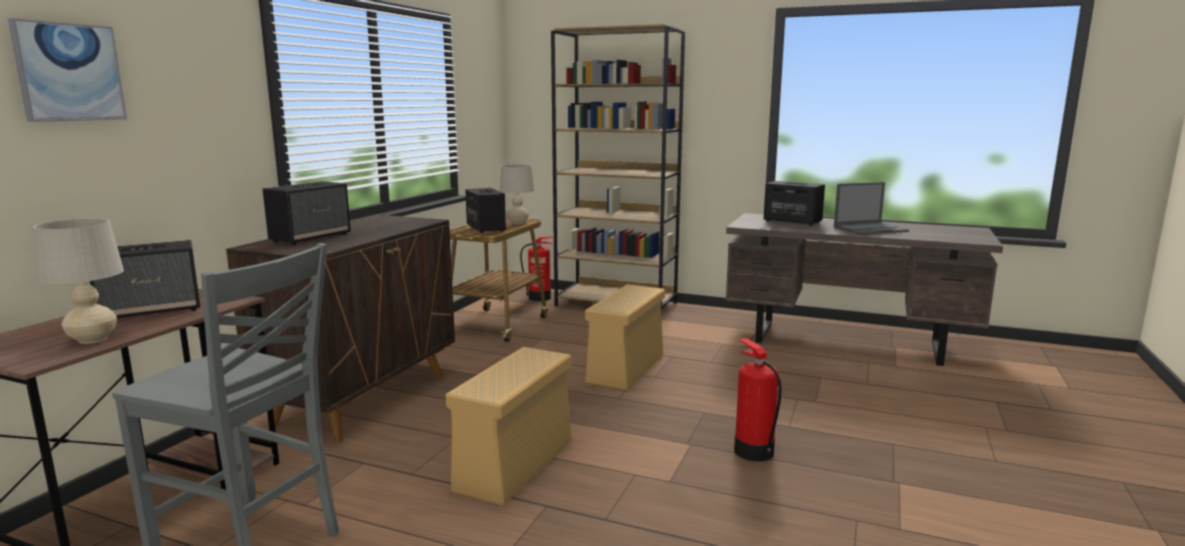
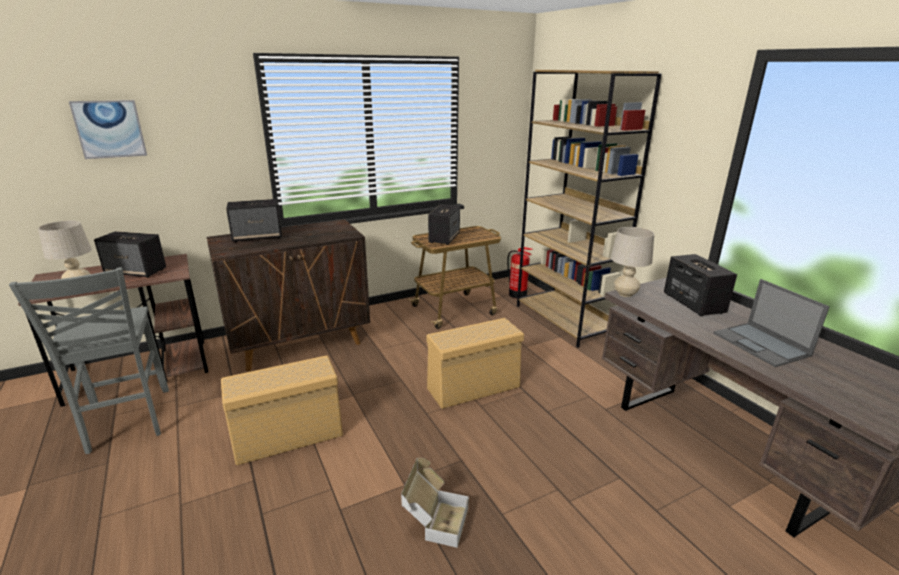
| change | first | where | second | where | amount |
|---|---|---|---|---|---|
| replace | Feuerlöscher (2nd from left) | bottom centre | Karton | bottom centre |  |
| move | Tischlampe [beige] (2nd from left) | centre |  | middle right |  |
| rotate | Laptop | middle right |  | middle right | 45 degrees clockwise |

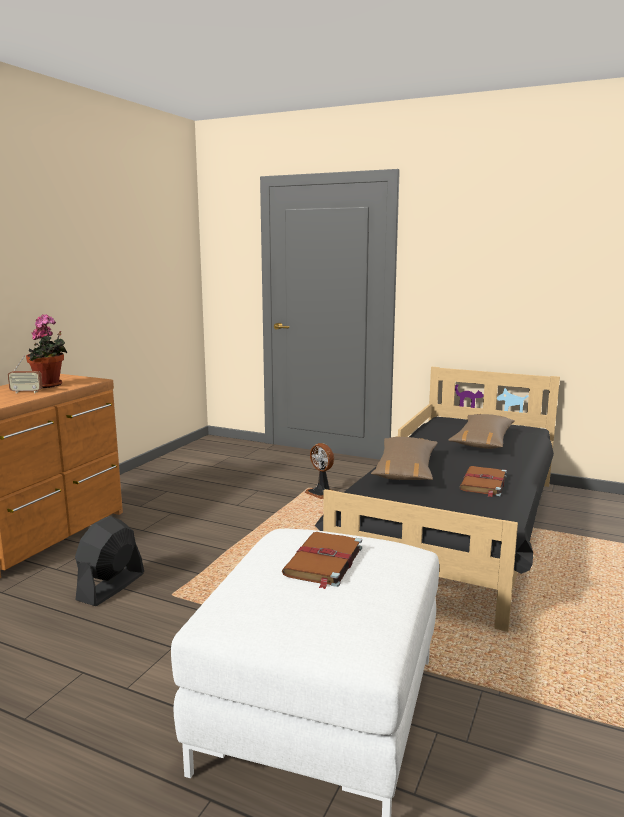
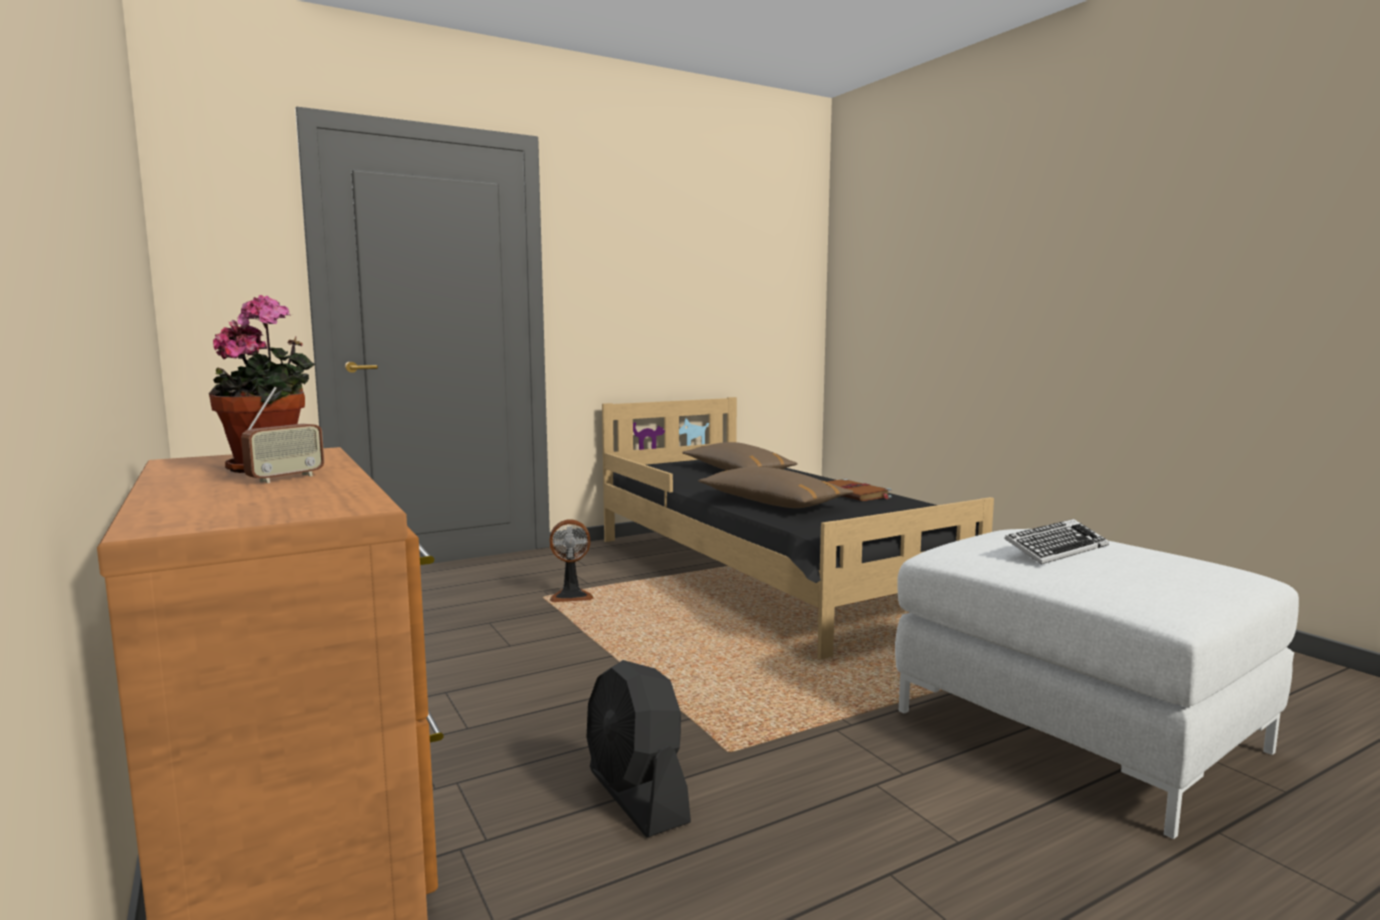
| change | first | where | second | where | amount |
|---|---|---|---|---|---|
| replace | Buch [braun] (1st from left) | bottom centre | Tastatur | middle right |  |

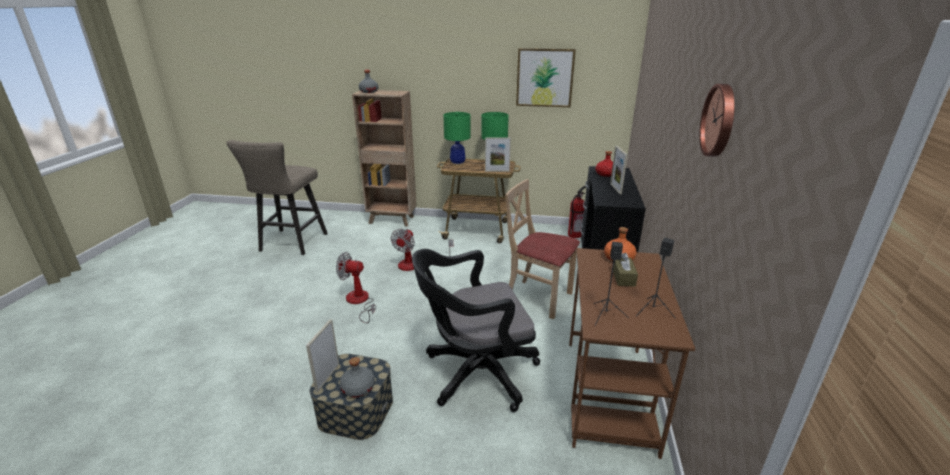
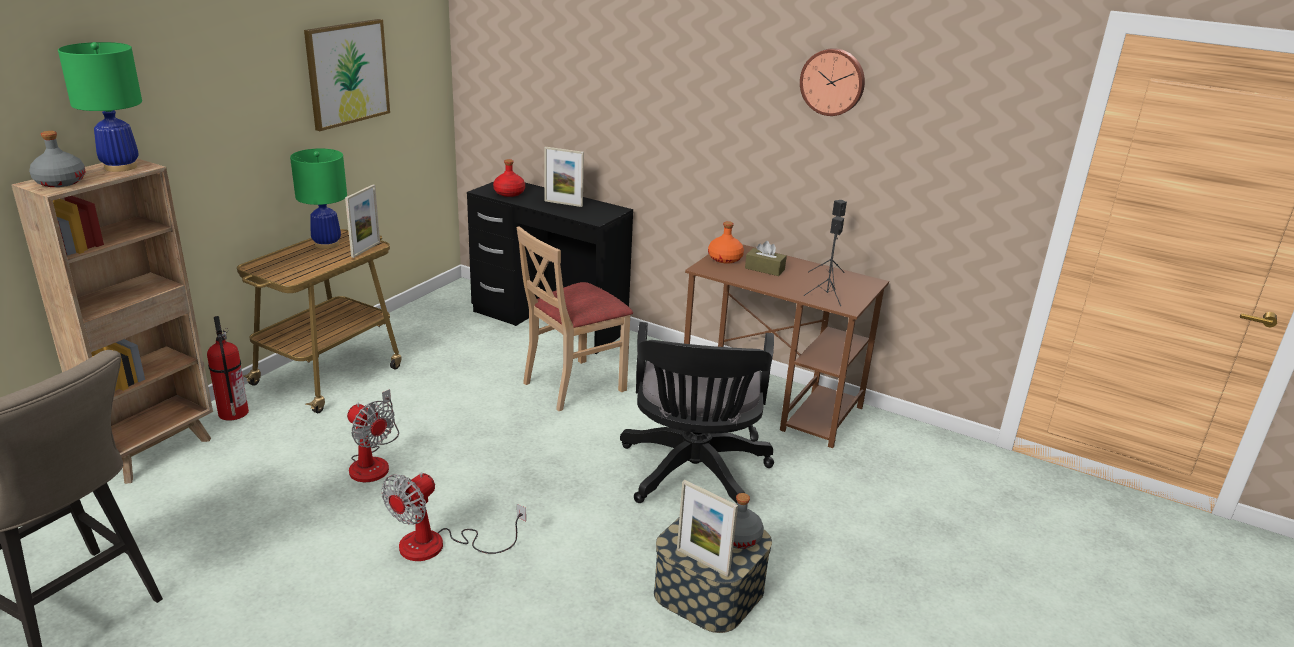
| change | first | where | second | where | amount |
|---|---|---|---|---|---|
| move | Tischlampe [grün] (1st from left) | top centre |  | top left |  |
| move | Feuerlöscher | centre |  | middle left |  |

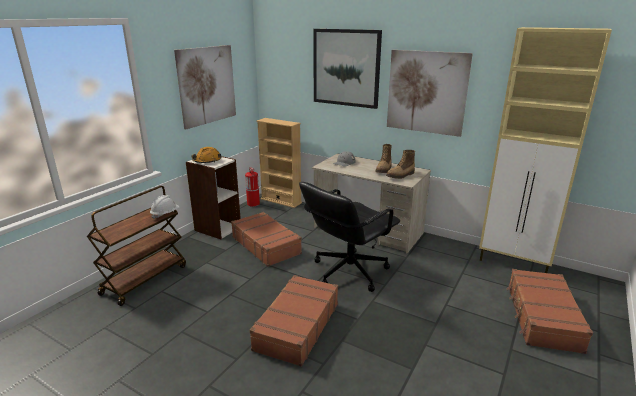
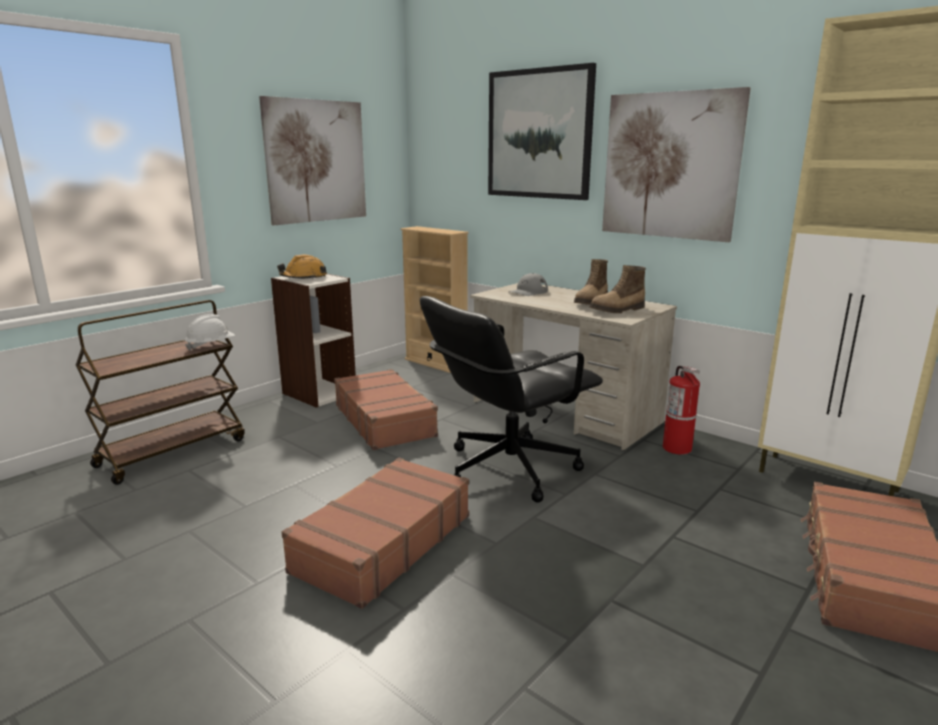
| change | first | where | second | where | amount |
|---|---|---|---|---|---|
| move | Feuerlöscher | centre |  | middle right |  |

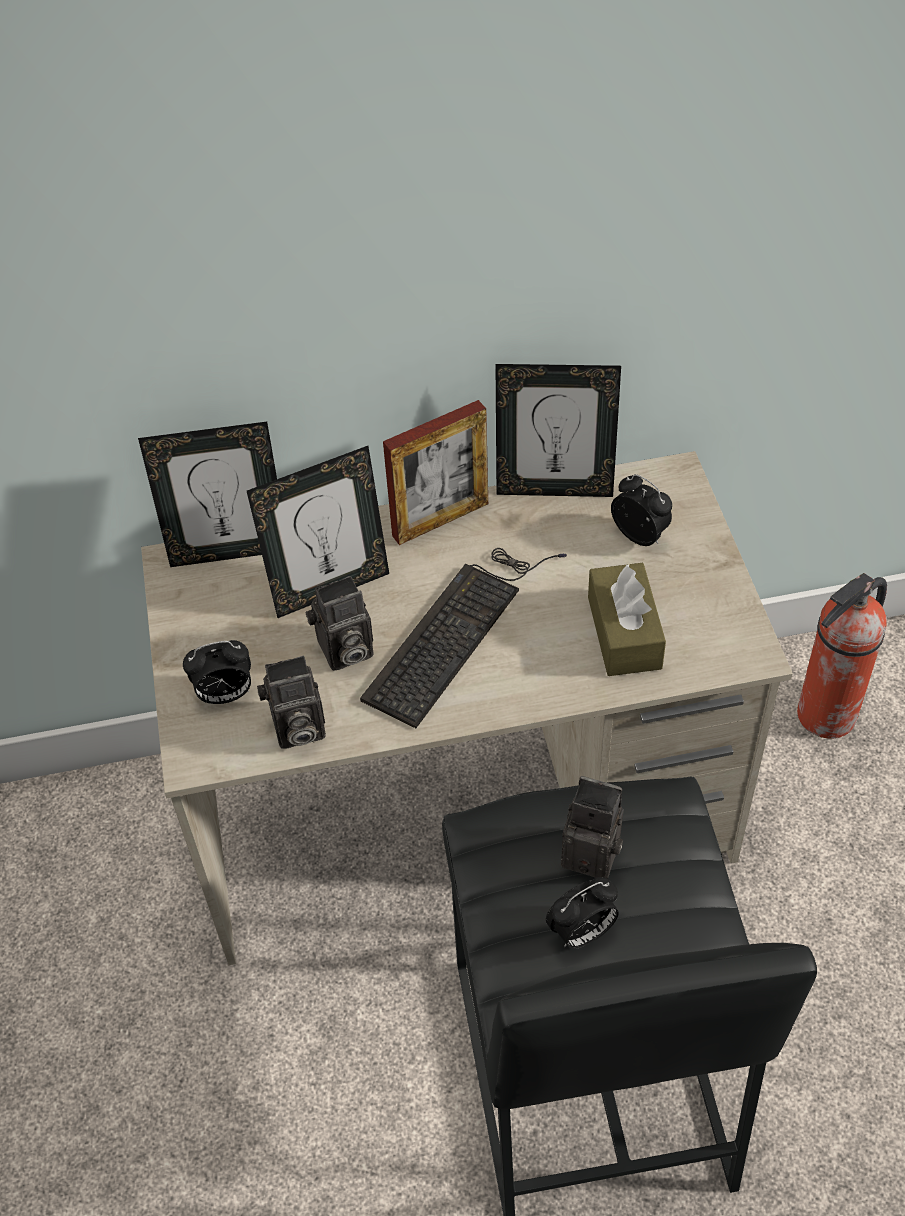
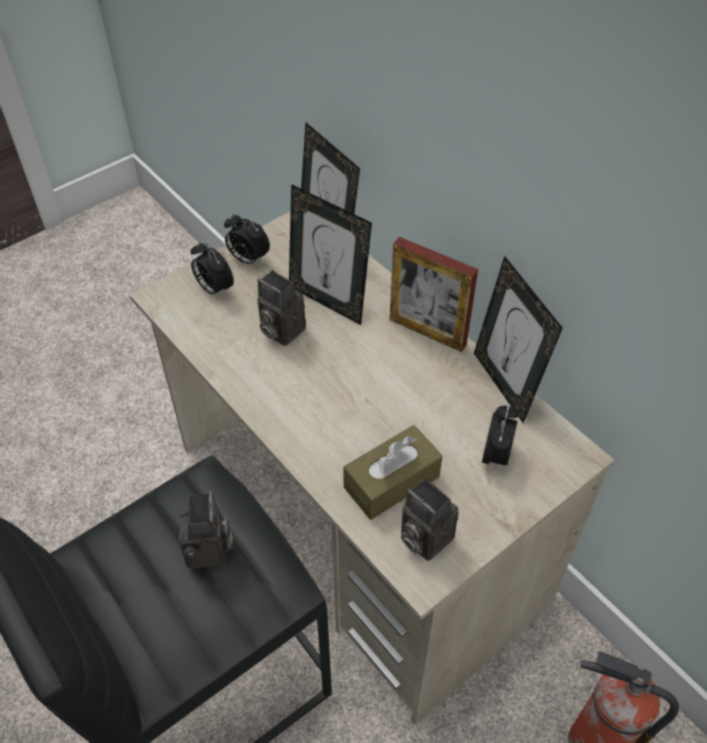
| change | first | where | second | where | amount |
|---|---|---|---|---|---|
| move | Wecker (2nd from left) | bottom centre |  | top centre |  |
| move | Kamera (1st from left in the first image) | middle left | Kamera (3rd from left) | bottom centre |  |
| delete | Tastatur | centre |  |  |  |

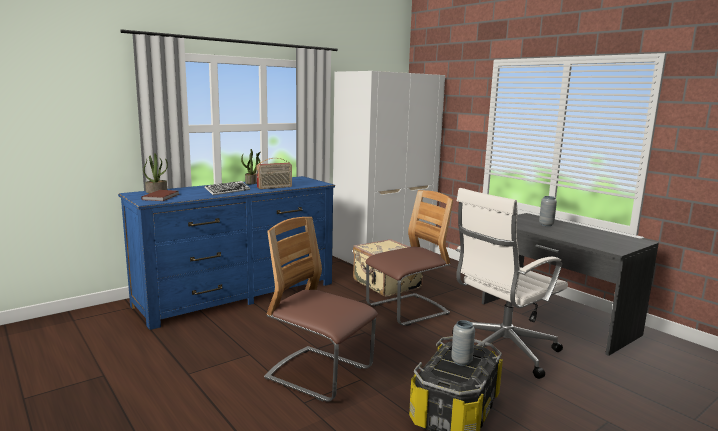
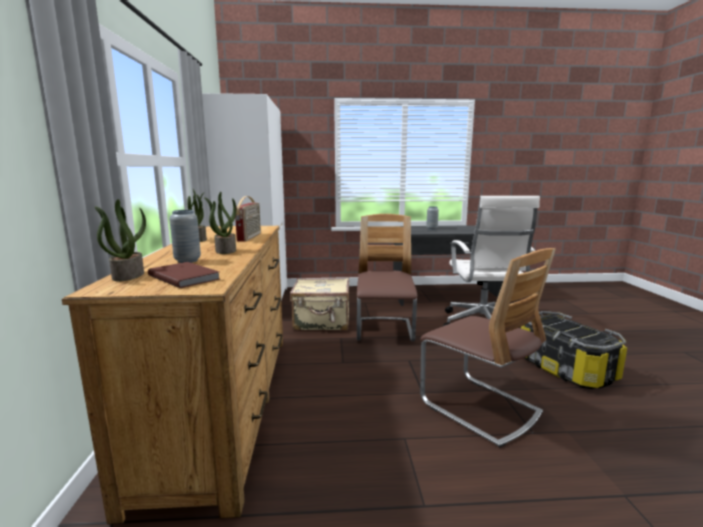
| change | first | where | second | where | amount |
|---|---|---|---|---|---|
| recolor | Kommode [blau] | middle left | Kommode [braun] | bottom left |  |
| move | Vase [grau] (1st from left) | bottom centre |  | middle left |  |
| replace | Tastatur | middle left | Topfpflanze (3rd from left) | middle left |  |
| rotate | Stuhl (1st from left in the first image) | bottom centre | Stuhl (2nd from left) | middle right | 105 degrees counterclockwise |

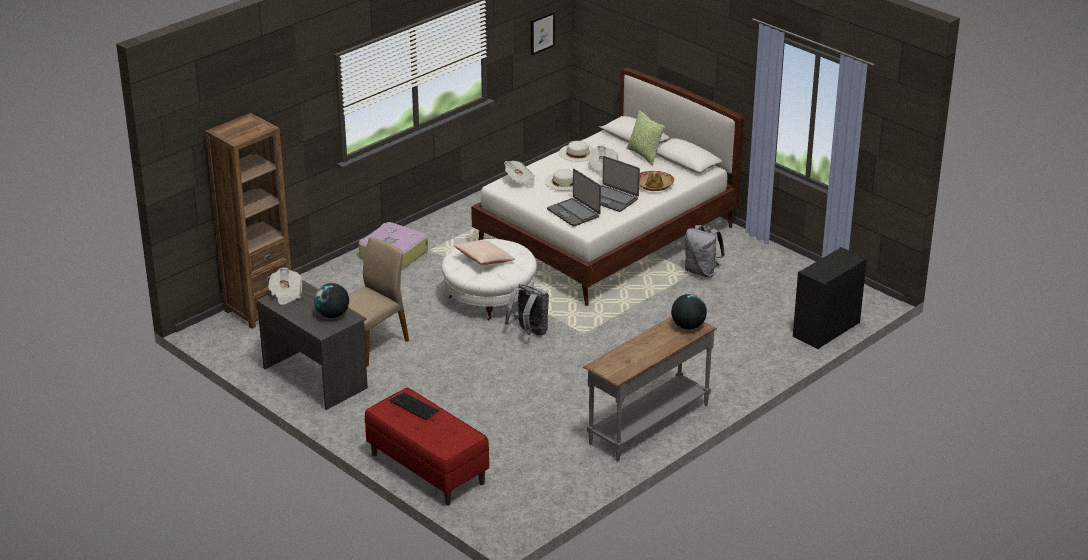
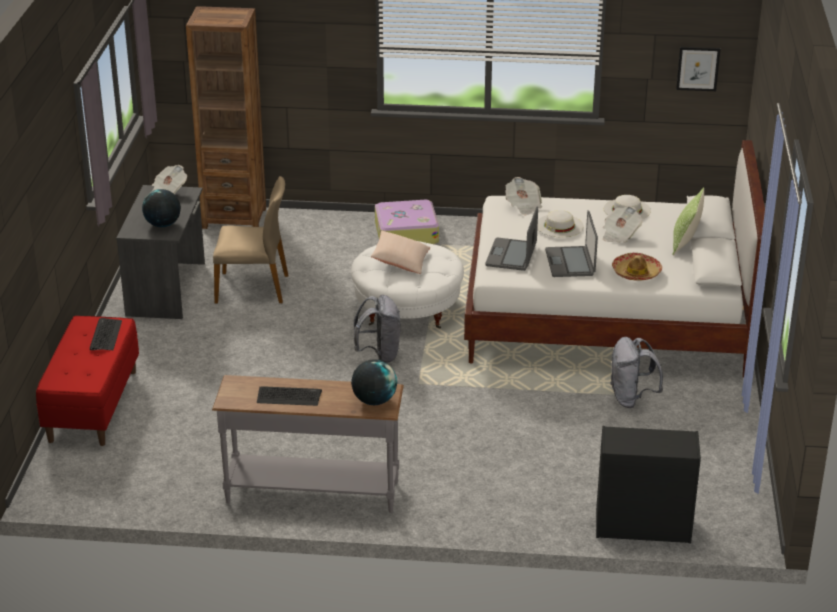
| change | first | where | second | where | amount |
|---|---|---|---|---|---|
| insert |  |  | Tastatur (2nd from left) | centre |  |

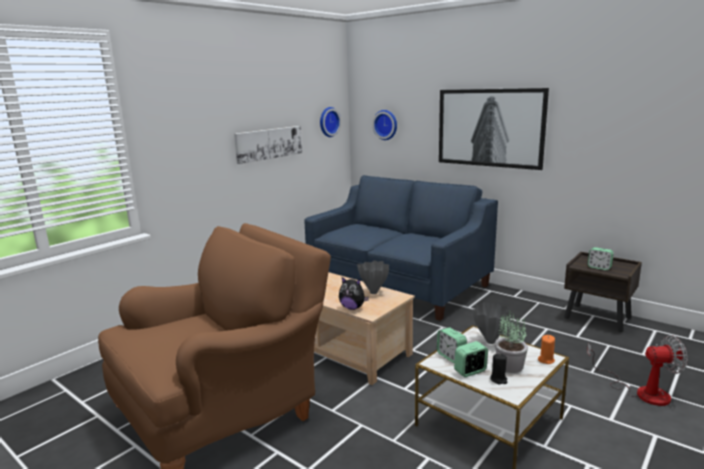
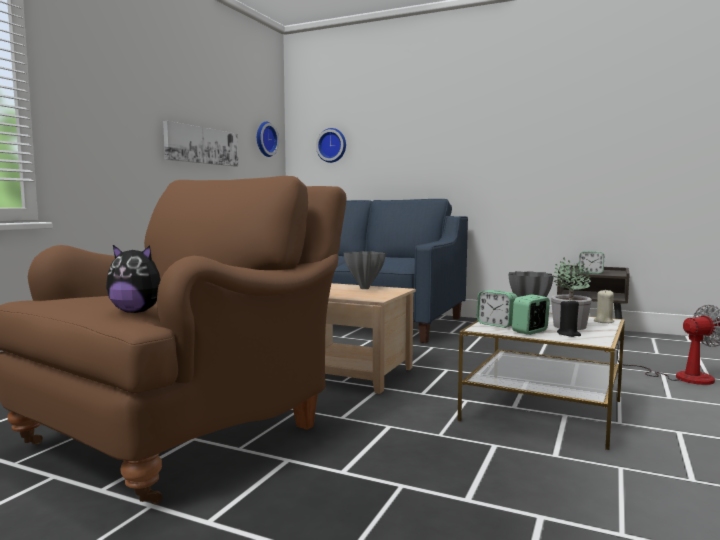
| change | first | where | second | where | amount |
|---|---|---|---|---|---|
| move | Plüschtier | centre |  | middle left |  |
| recolor | Kerze [orange] | bottom right | Kerze [beige] | middle right |  |
| delete | Bild (2nd from left) | top right |  |  |  |

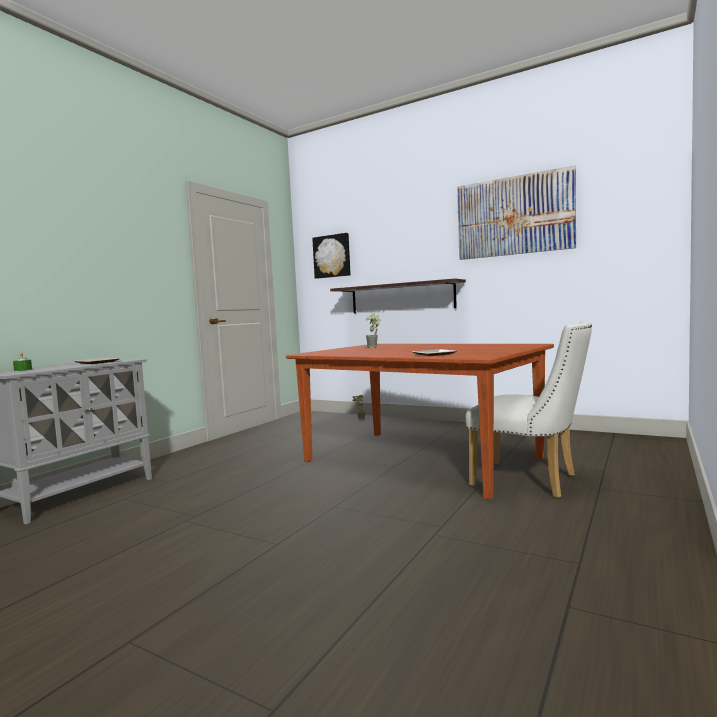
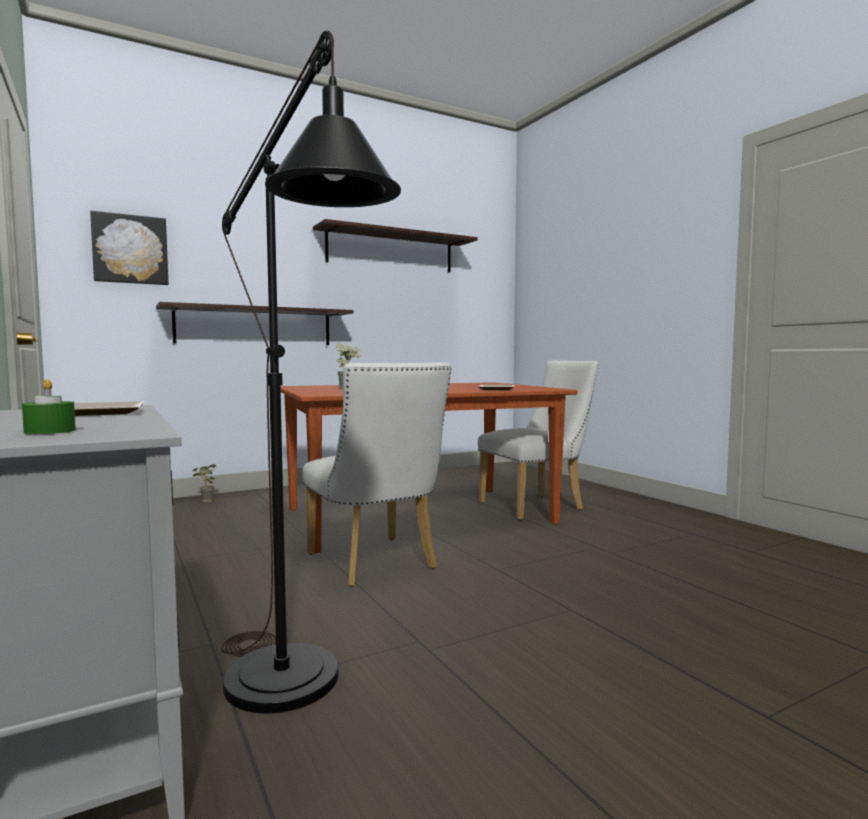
| change | first | where | second | where | amount |
|---|---|---|---|---|---|
| insert |  |  | Stehlampe [schwarz] | centre |  |
| insert |  |  | Stuhl [weiß] (1st from left) | centre |  |
| replace | Bild (2nd from left) | top right | Wandregal (2nd from left) | top centre |  |

